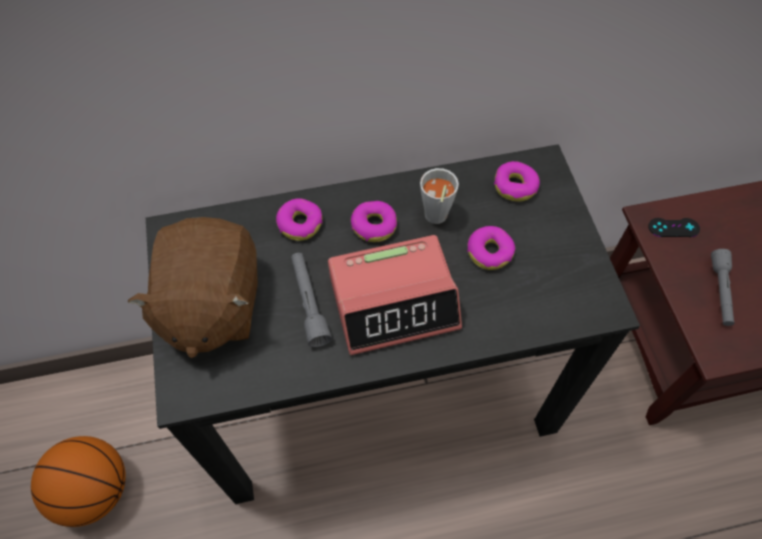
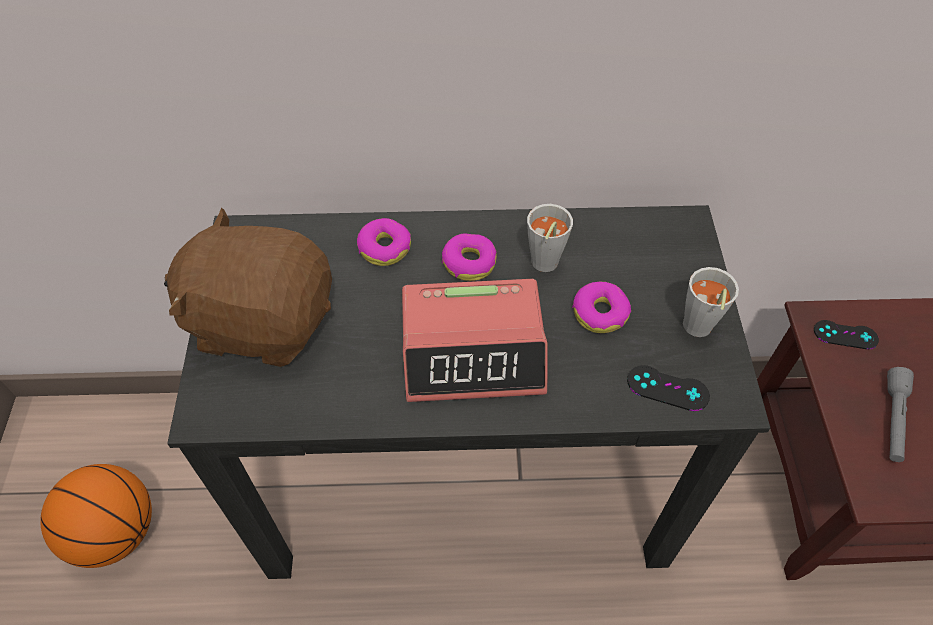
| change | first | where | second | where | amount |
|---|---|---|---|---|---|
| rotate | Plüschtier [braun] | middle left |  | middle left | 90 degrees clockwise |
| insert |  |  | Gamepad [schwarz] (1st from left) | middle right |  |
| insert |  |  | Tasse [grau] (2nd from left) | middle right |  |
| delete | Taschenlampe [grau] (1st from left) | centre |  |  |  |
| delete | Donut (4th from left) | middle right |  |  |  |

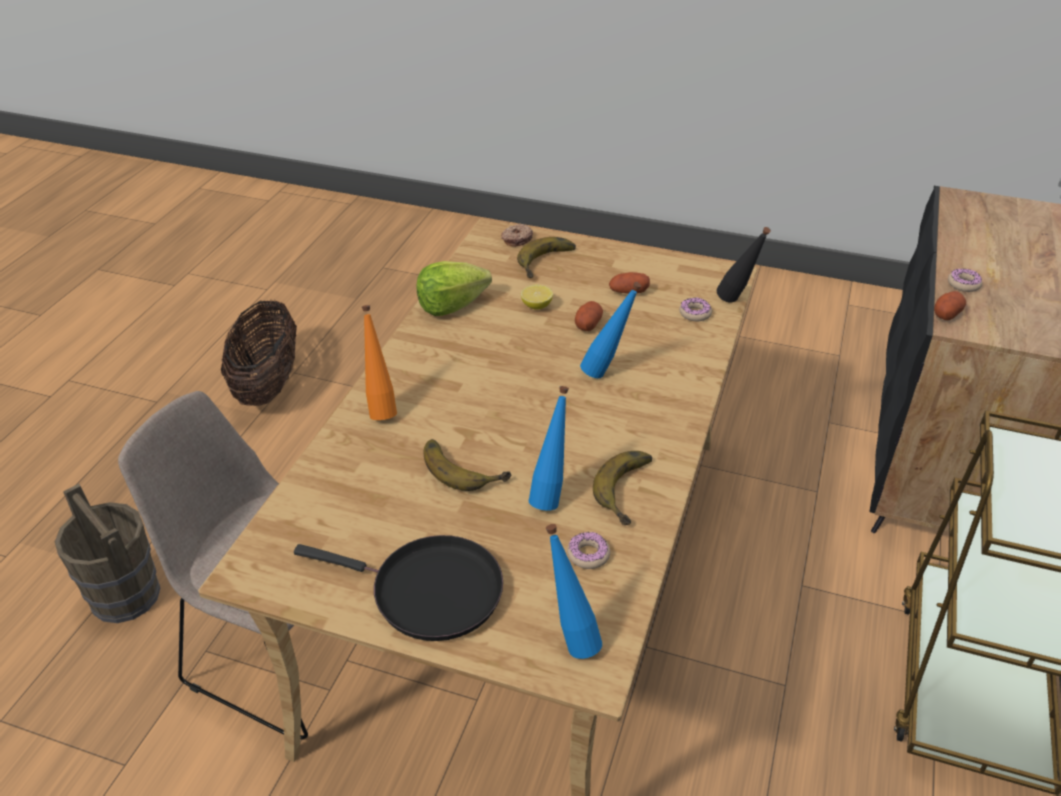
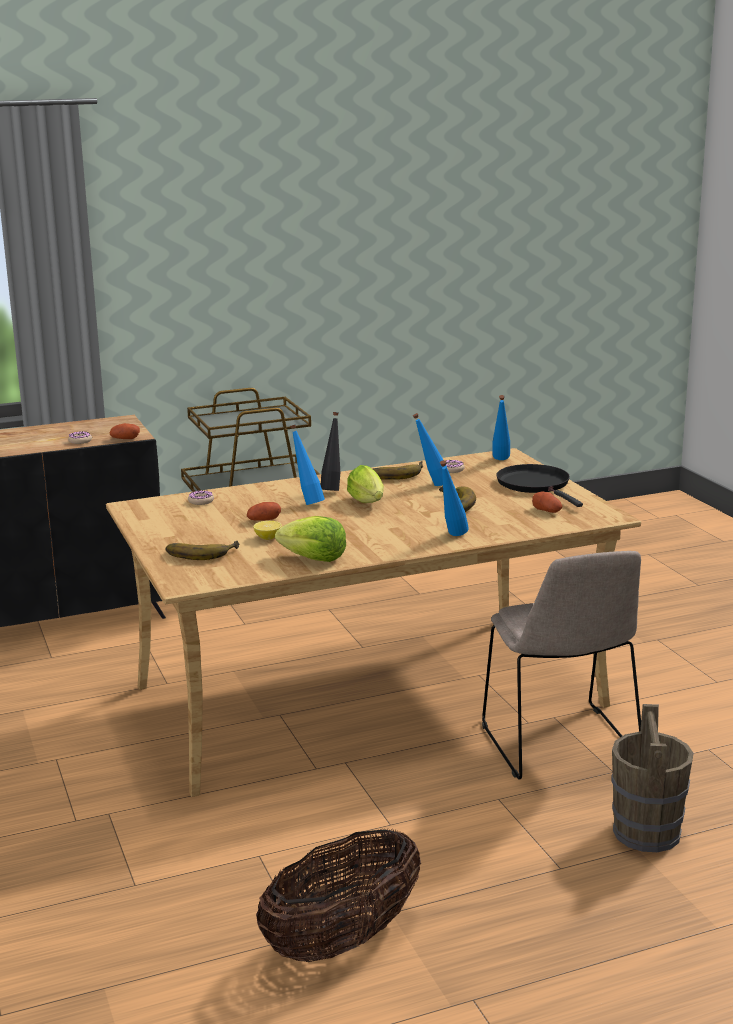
| change | first | where | second | where | amount |
|---|---|---|---|---|---|
| move | Flasche [schwarz] | top right |  | centre |  |
| insert |  |  | Salatkopf (2nd from left) | centre |  |
| recolor | Flasche [orange] | centre | Flasche [blau] (3rd from left) | centre |  |
| move | Kartoffel (2nd from left in the first image) | centre | Kartoffel (3rd from left) | middle right |  |
| delete | Donut (1st from left) | top centre |  |  |  |

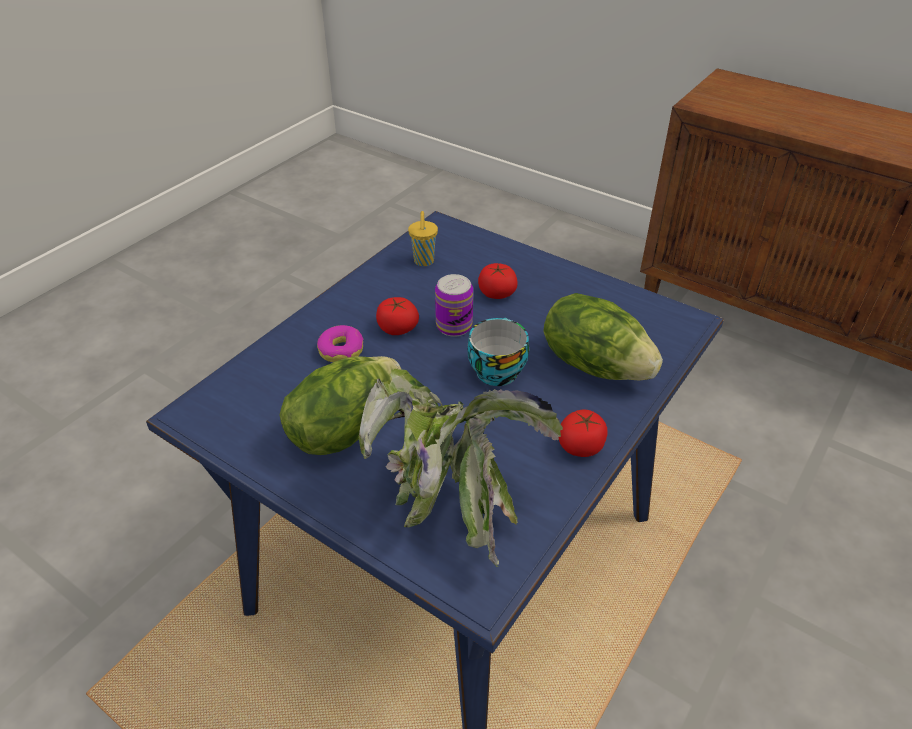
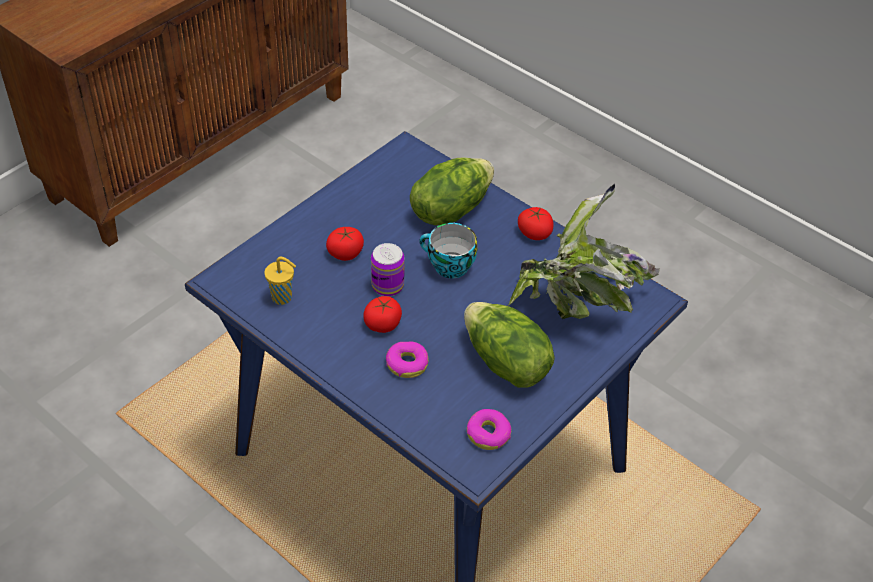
| change | first | where | second | where | amount |
|---|---|---|---|---|---|
| insert |  |  | Donut (2nd from left) | bottom centre |  |

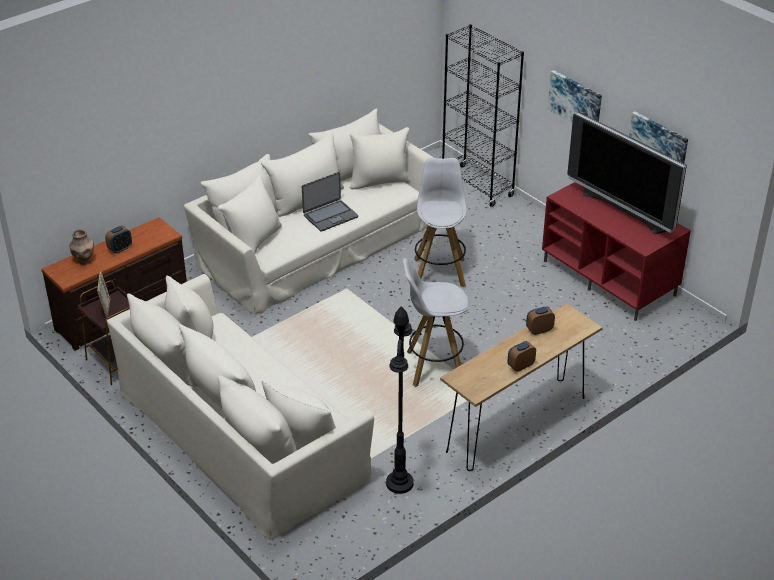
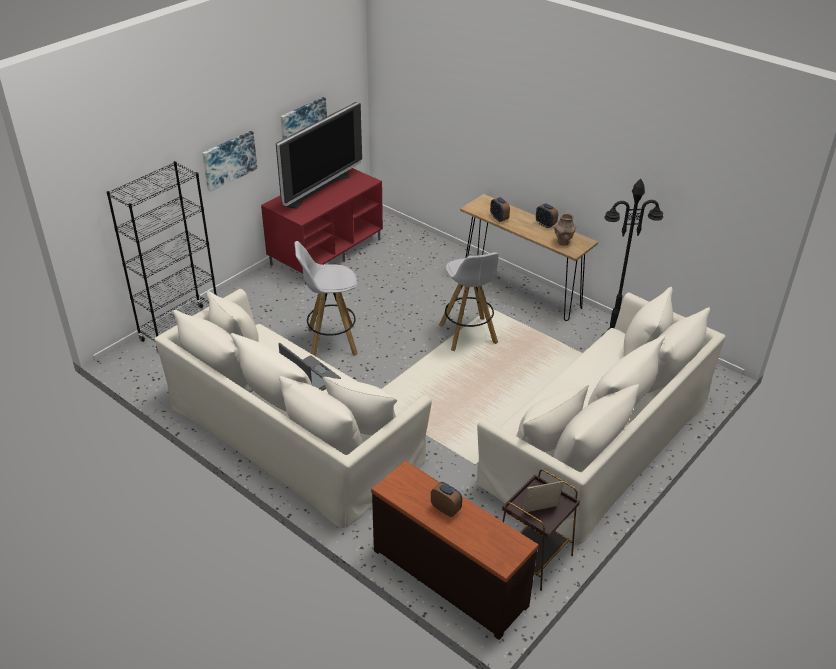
| change | first | where | second | where | amount |
|---|---|---|---|---|---|
| move | Vase [braun] | middle left |  | middle right |  |

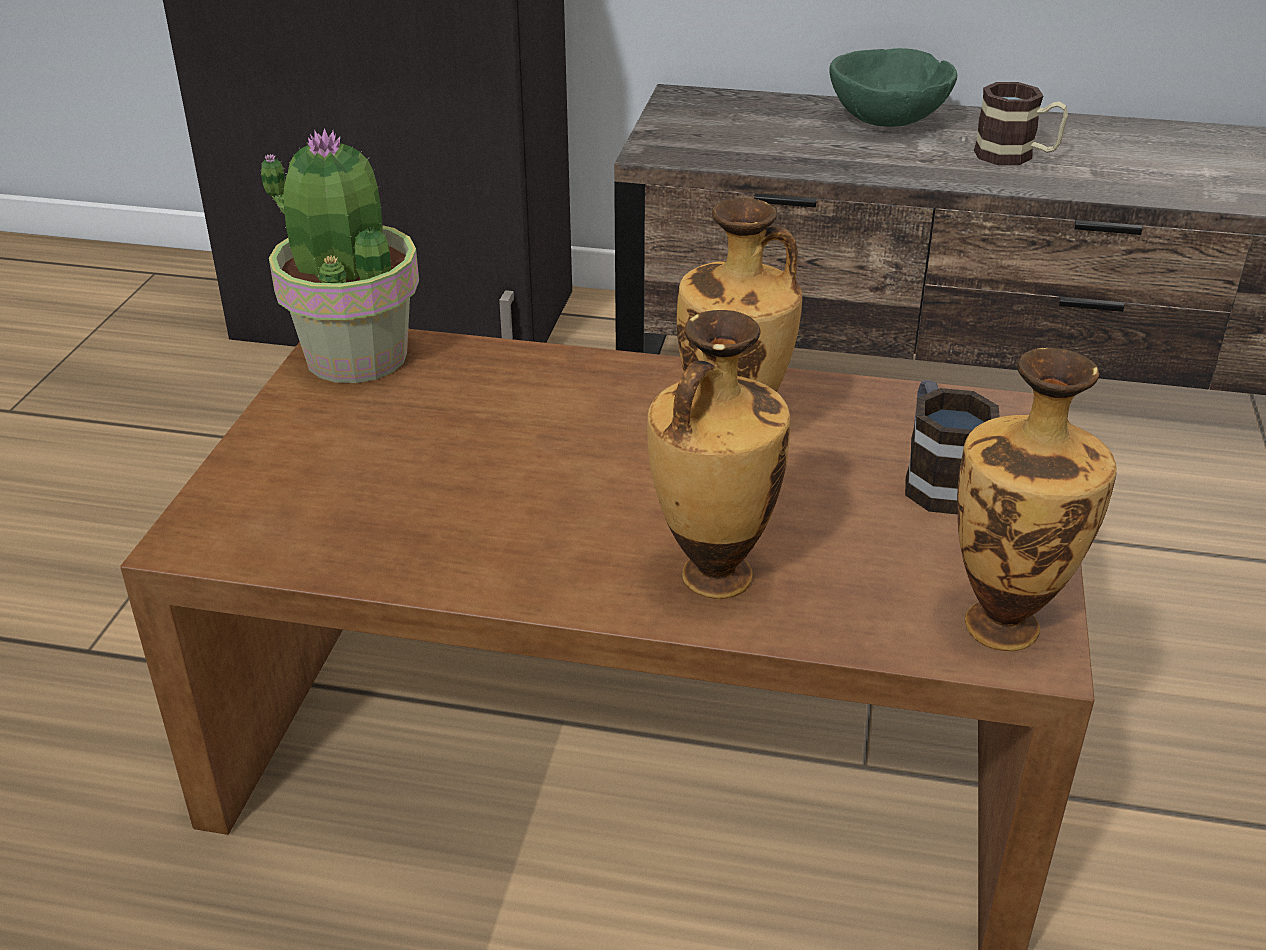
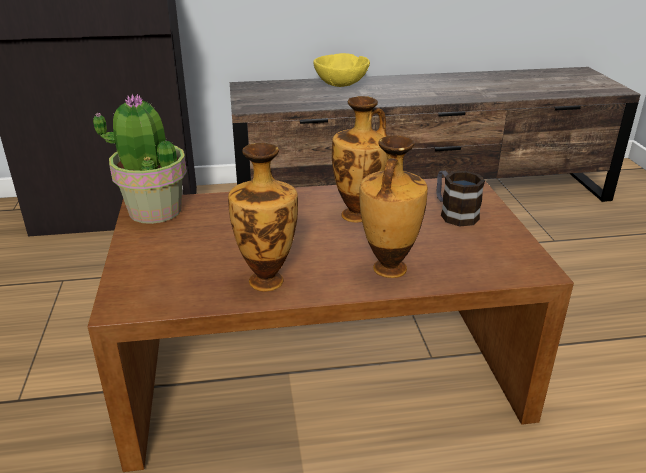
| change | first | where | second | where | amount |
|---|---|---|---|---|---|
| move | Vase (3rd from left in the first image) | middle right | Vase (1st from left) | centre |  |
| recolor | Schüssel [grün] | top right | Schüssel [gelb] | top centre |  |
| delete | Henkelbecher (2nd from left) | top right |  |  |  |

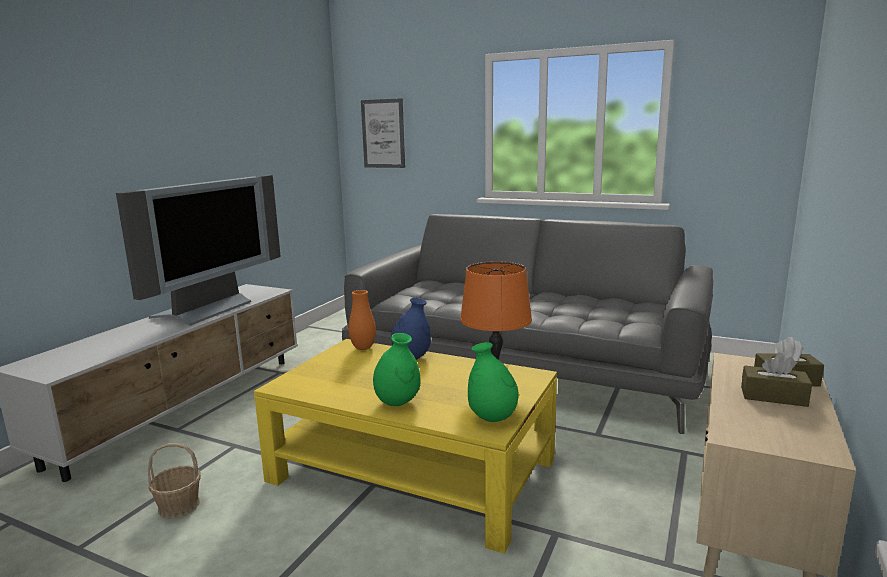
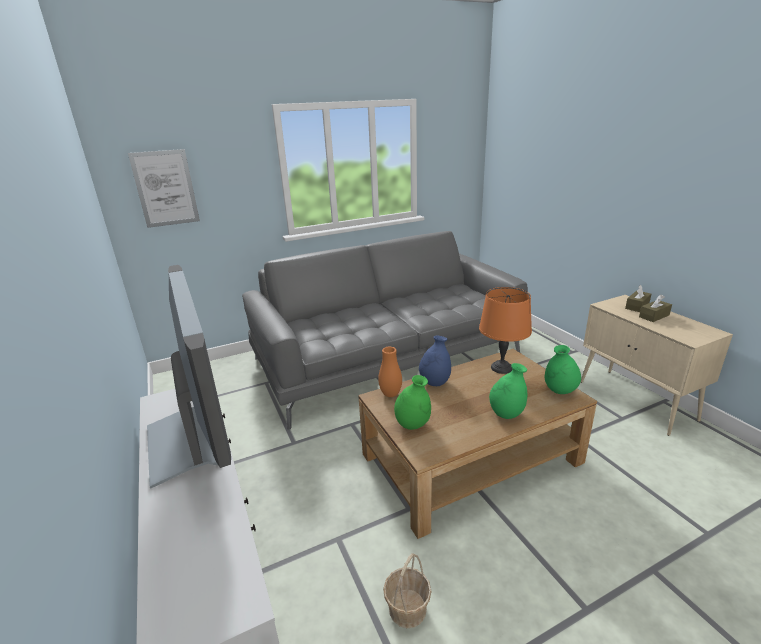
| change | first | where | second | where | amount |
|---|---|---|---|---|---|
| recolor | Couchtisch [gelb] | bottom centre | Couchtisch [braun] | bottom centre |  |
| insert |  |  | Vase [grün] (1st from left) | centre |  |

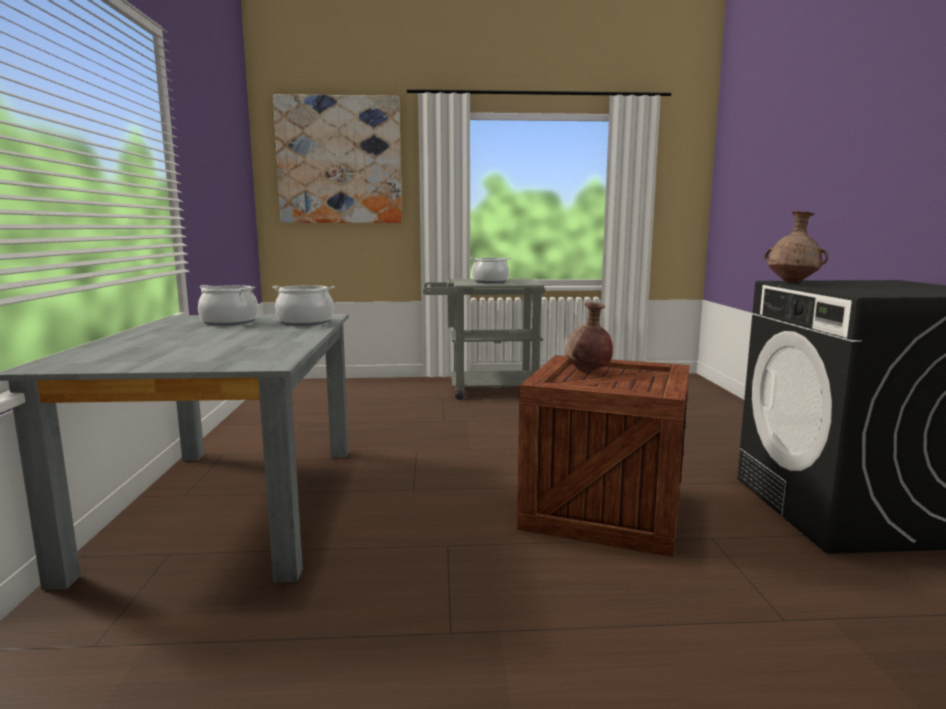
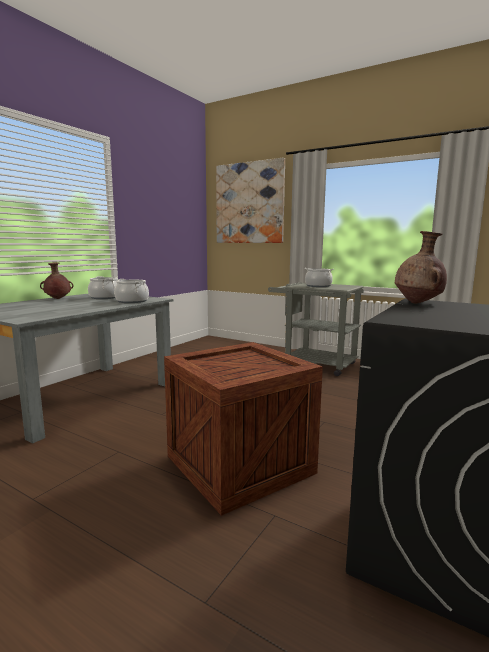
| change | first | where | second | where | amount |
|---|---|---|---|---|---|
| move | Vase [braun] (1st from left) | centre |  | middle left |  |

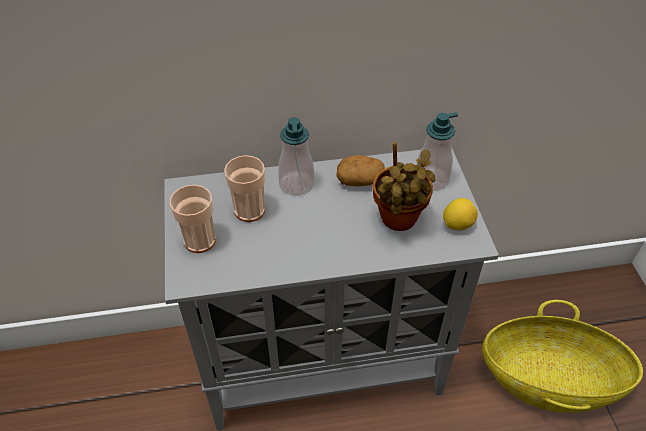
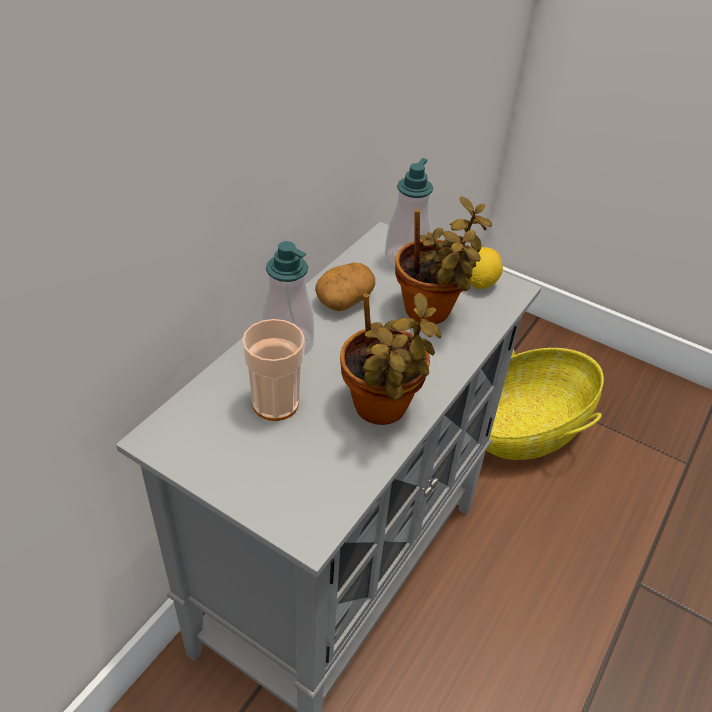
| change | first | where | second | where | amount |
|---|---|---|---|---|---|
| insert |  |  | Topfpflanze (1st from left) | centre |  |
| delete | Tasse (1st from left) | middle left |  |  |  |

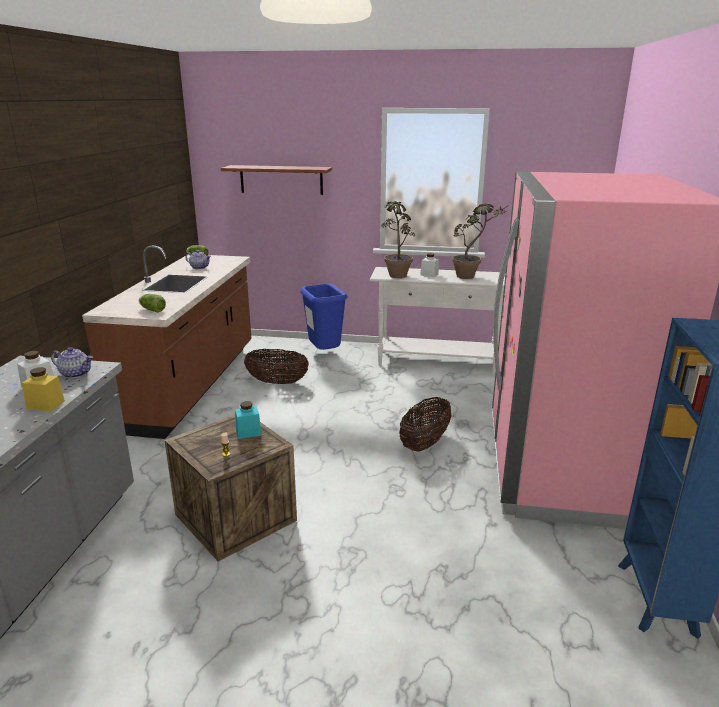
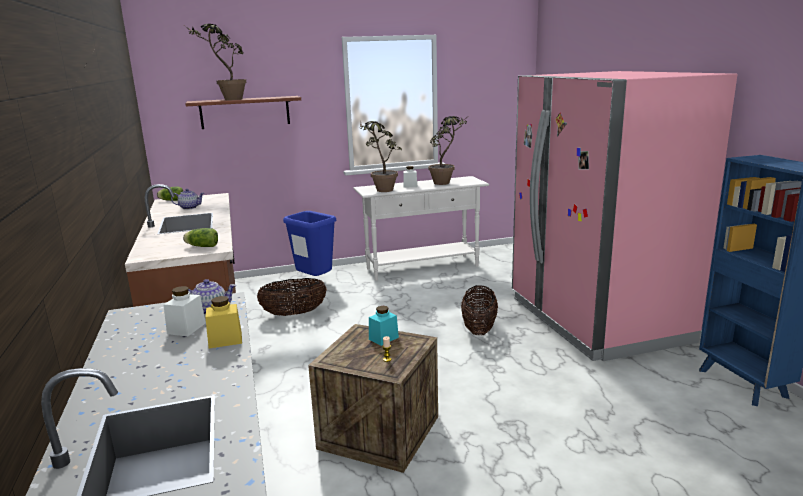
| change | first | where | second | where | amount |
|---|---|---|---|---|---|
| insert |  |  | Topfpflanze (1st from left) | top left |  |

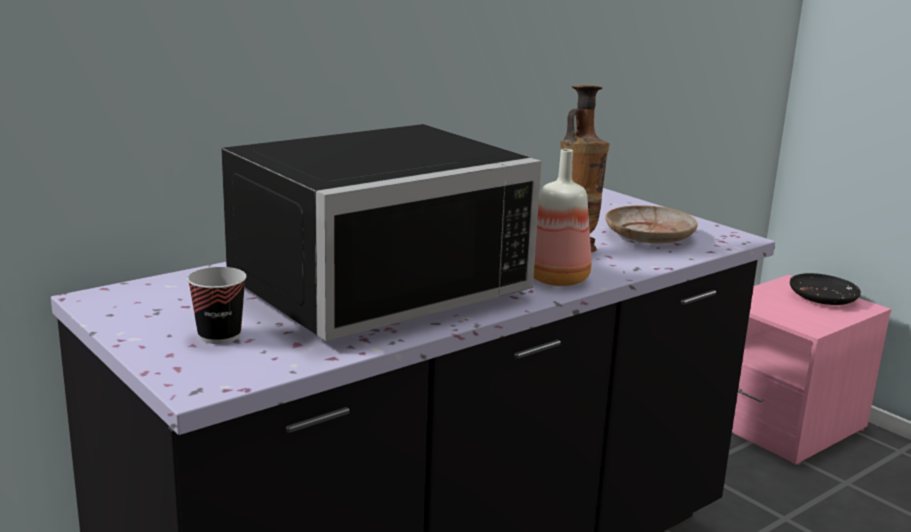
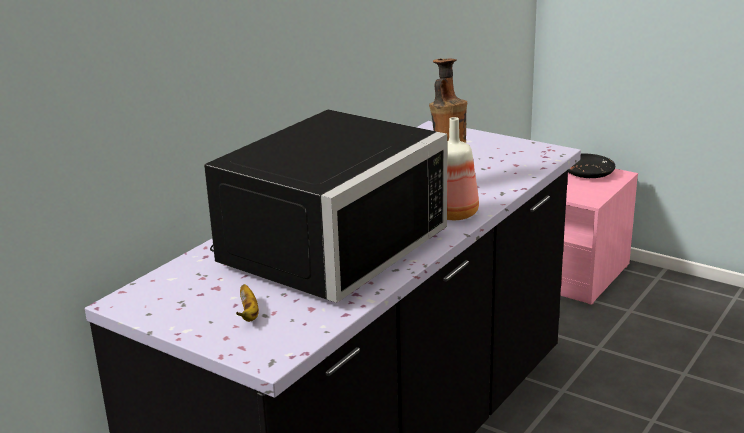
| change | first | where | second | where | amount |
|---|---|---|---|---|---|
| replace | Tasse | middle left | Banane | bottom left |  |
| delete | Teller [beige] | middle right |  |  |  |

